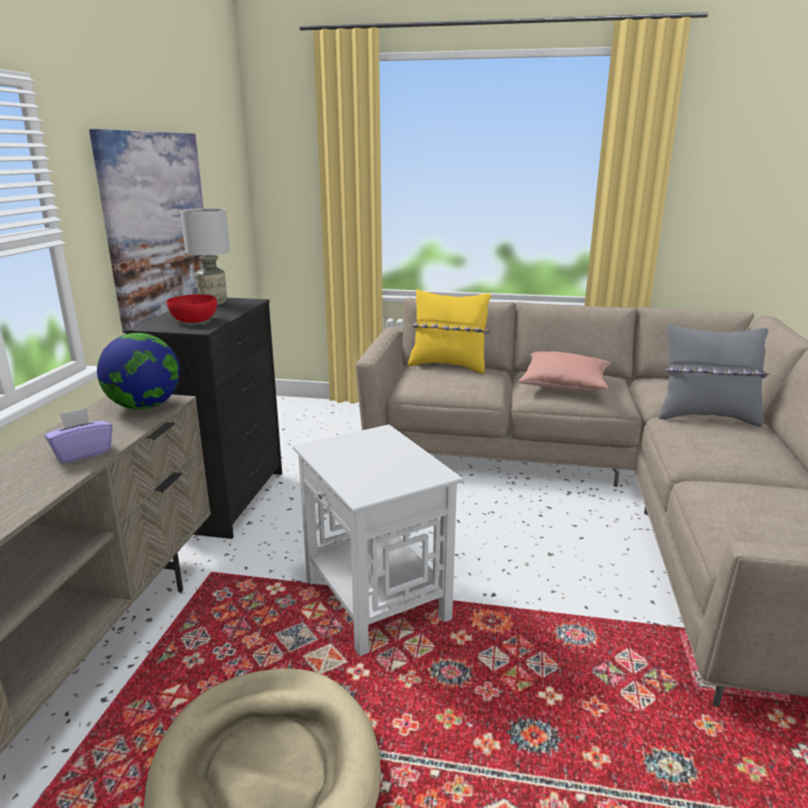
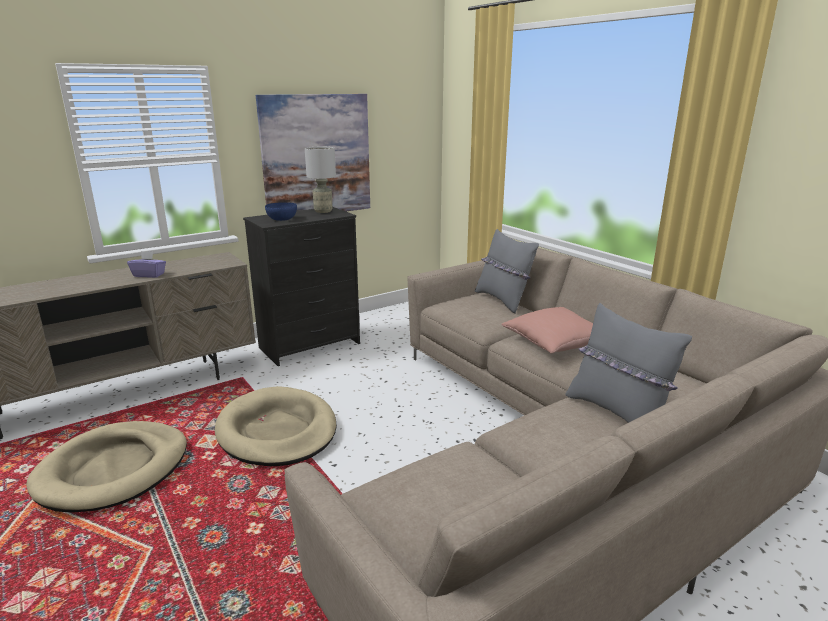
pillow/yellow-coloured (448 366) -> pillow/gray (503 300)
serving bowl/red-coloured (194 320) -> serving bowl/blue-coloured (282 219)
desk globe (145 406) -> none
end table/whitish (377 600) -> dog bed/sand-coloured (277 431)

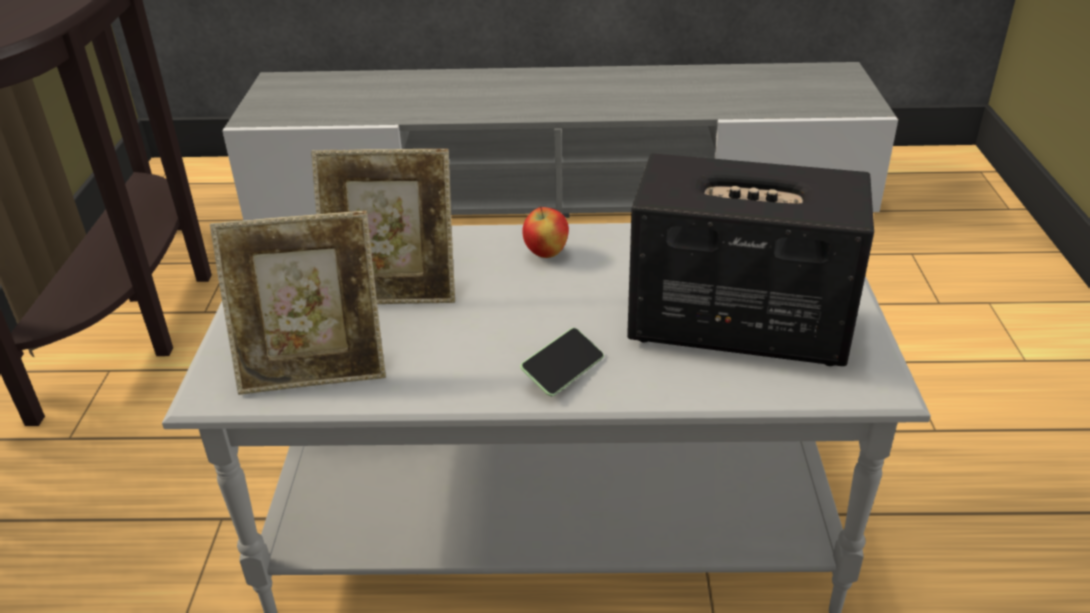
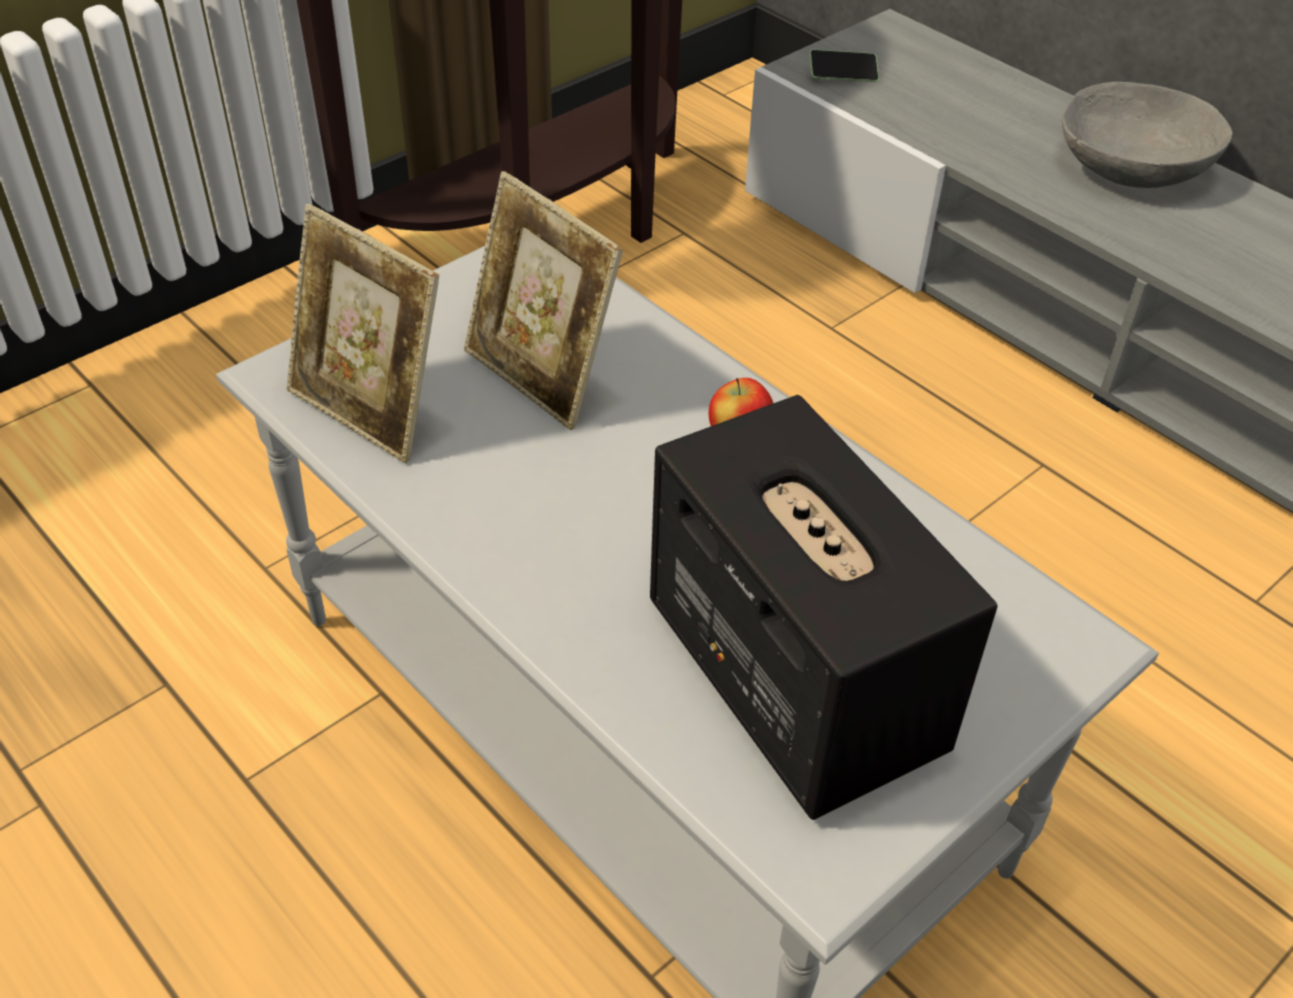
handset (563 372) -> handset (842 75), move
none -> serving bowl/gray (1133 167)

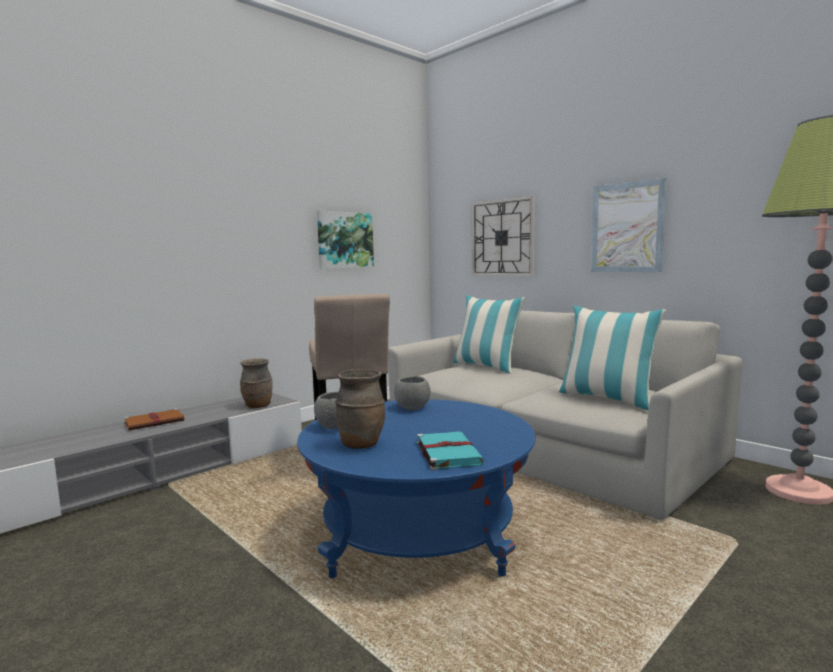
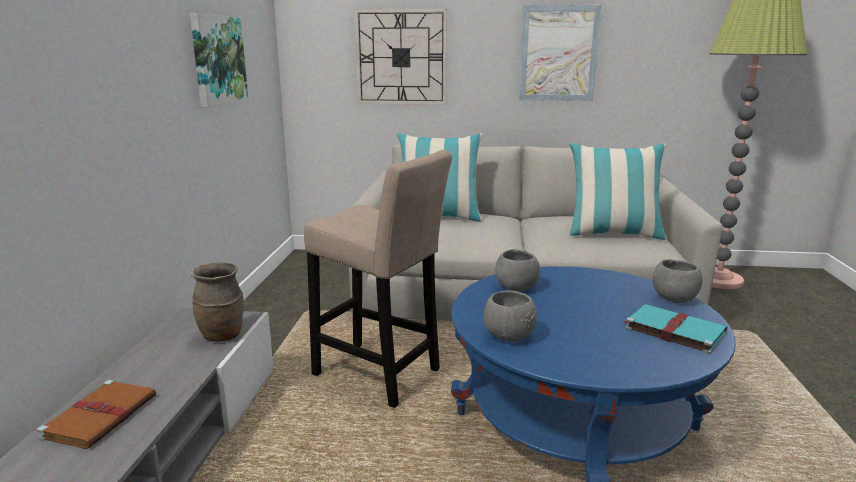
decorative vase/brownish (361 444) -> none
none -> serving bowl/gray (674 299)

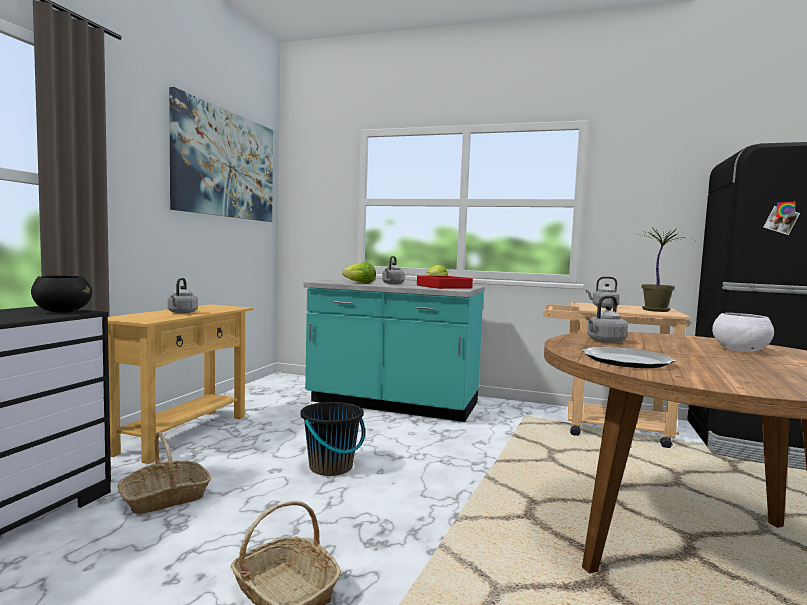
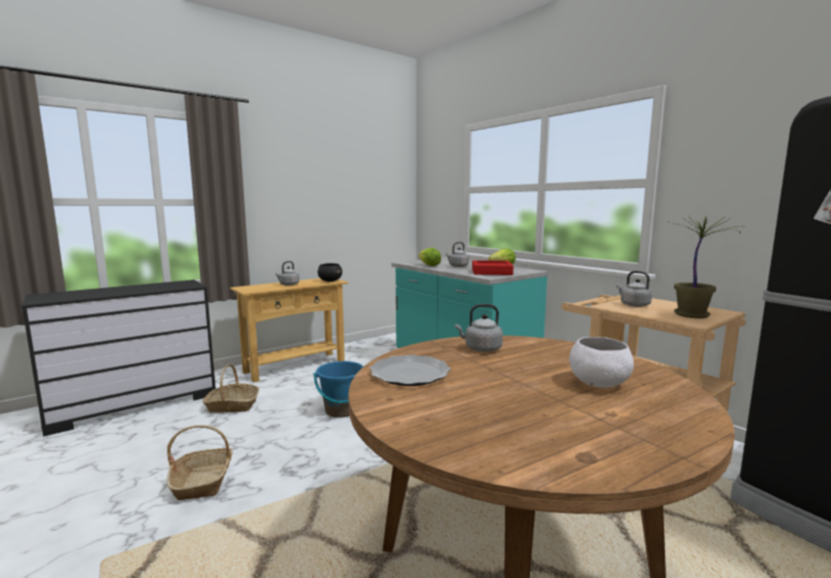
picture (226 164) -> none
serving bowl/blackish (62 311) -> serving bowl/blackish (330 281), move
bucket/blackish (331 467) -> bucket/blue-coloured (341 410)

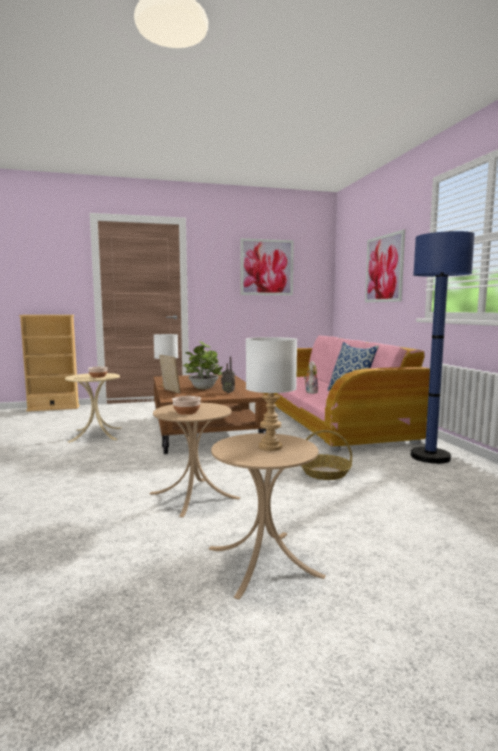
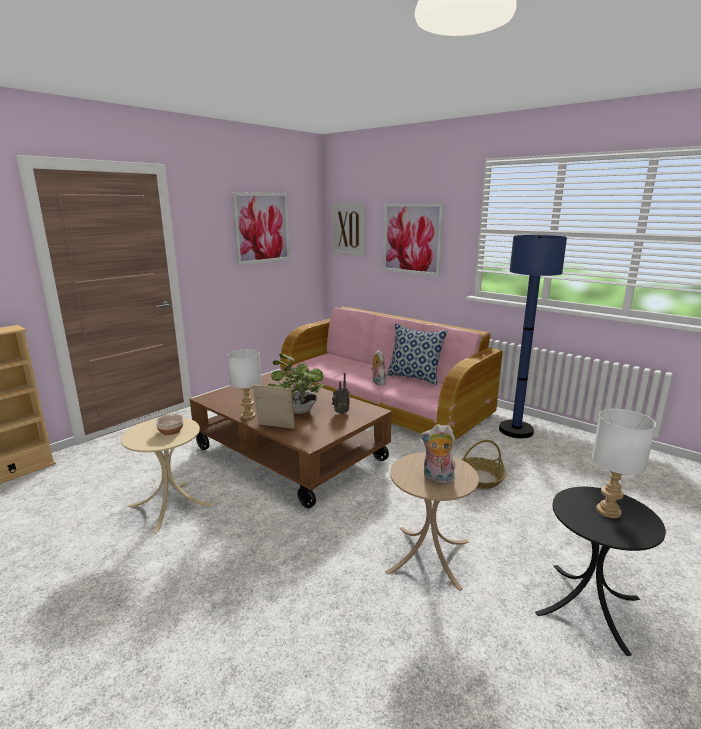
serving bowl (187 412) -> soft toy (437 479)
end table/sand-coloured (264 561) -> end table/blackish (588 605)
none -> picture (349 229)

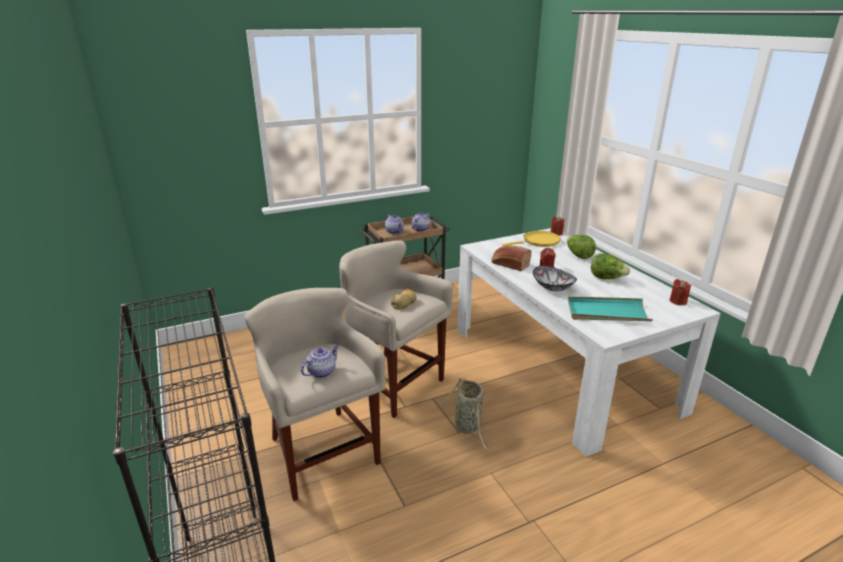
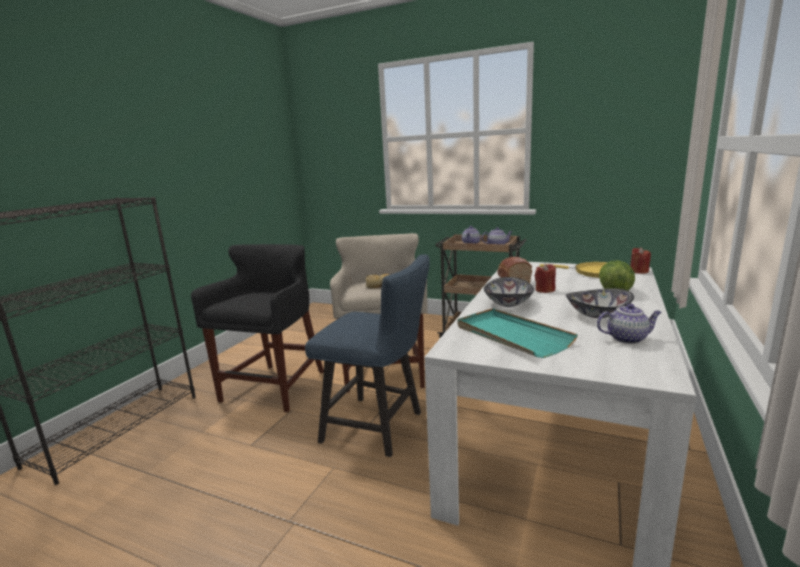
lettuce (607 278) -> serving bowl (597 314)
wax light/red-coloured (678 301) -> none
stool seat/sand-coloured (322 453) -> stool seat/blackish (274 387)
tea pot (322 372) -> tea pot (627 338), move
basket (468 427) -> chair/blue-coloured (379 427)

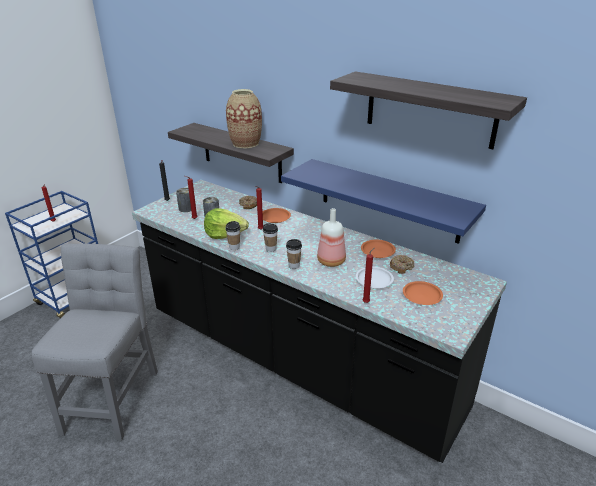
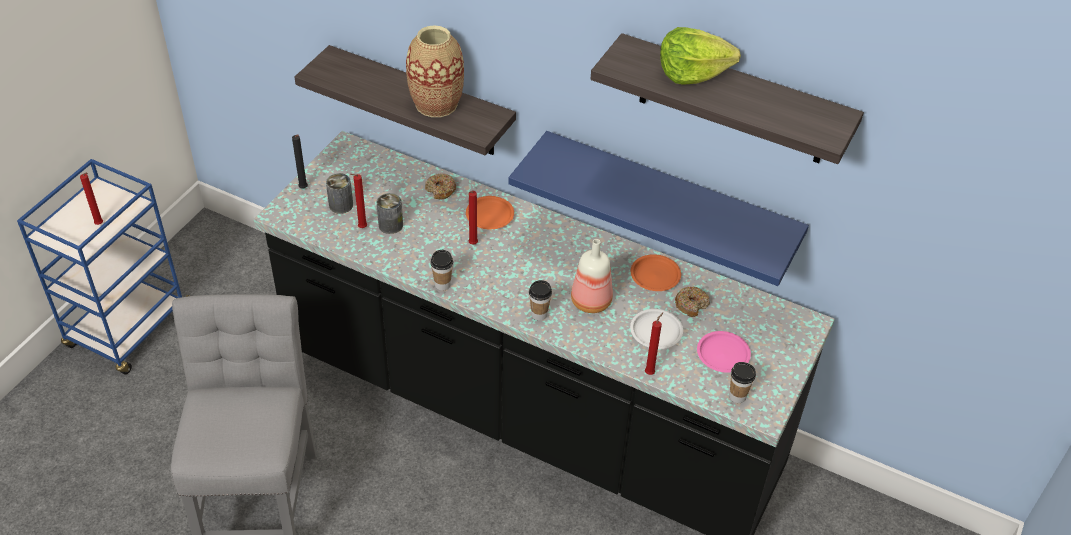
lettuce (225 234) -> lettuce (692 72), move
drinking cup (271 249) -> drinking cup (737 396), move
flat dish/orange-coloured (422 296) -> flat dish/pinkish (722 355)

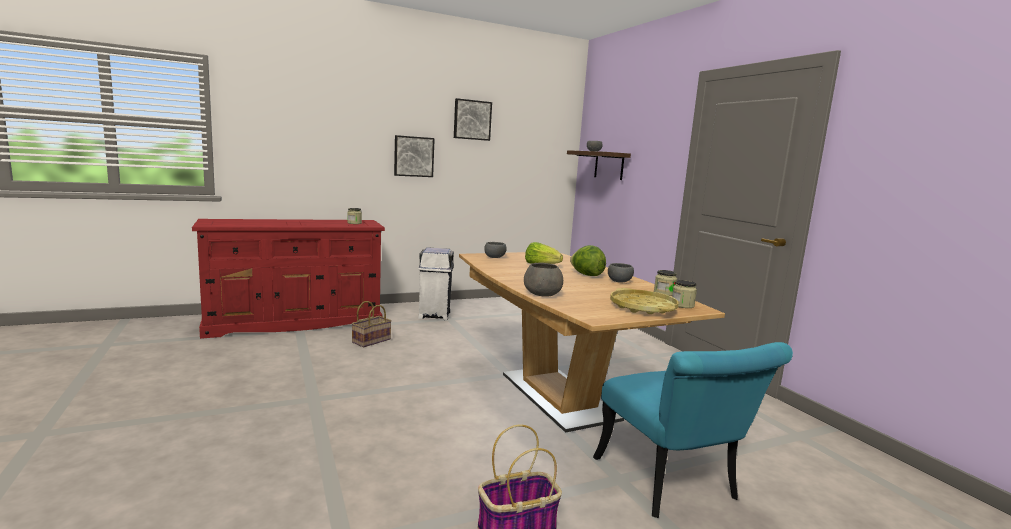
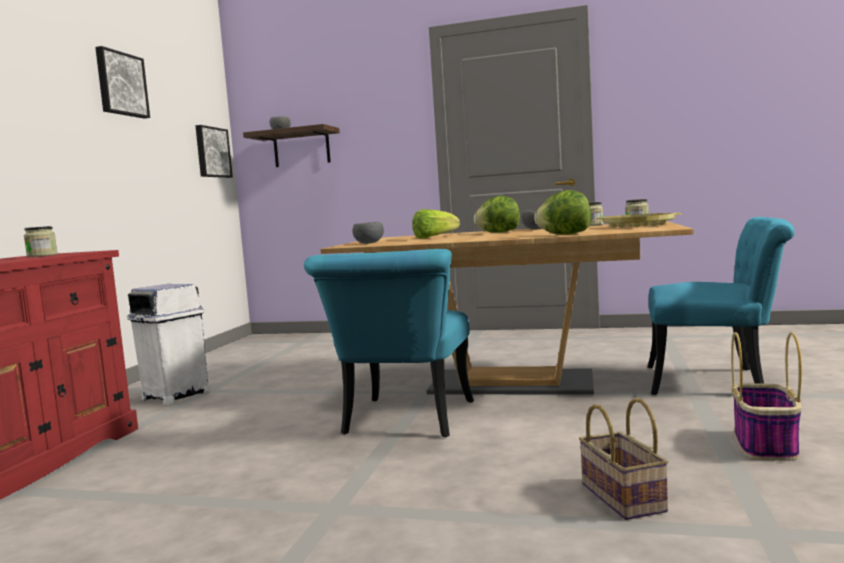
picture (413 156) -> picture (212 152), move
serving bowl/gray (542 294) -> lettuce (564 234)
basket (371 340) -> basket (619 497), move
none -> chair/blue-green (404 423)

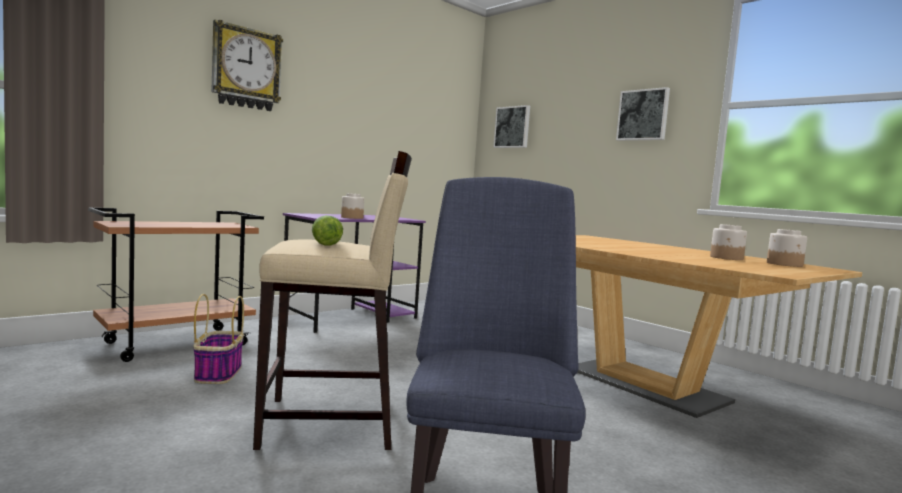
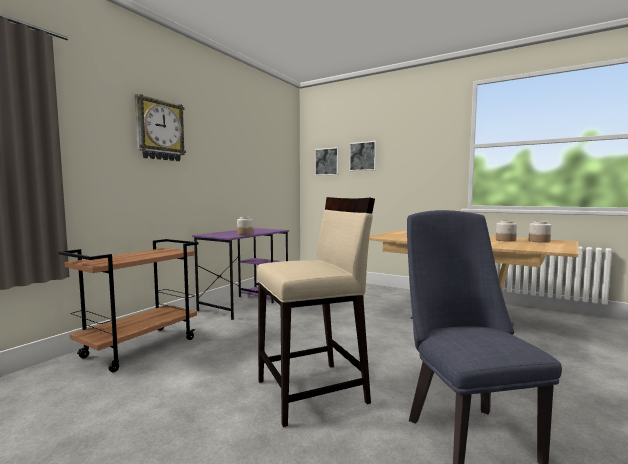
picture (643 115) -> picture (363 156), move
lettuce (325 243) -> none
basket (218 373) -> none

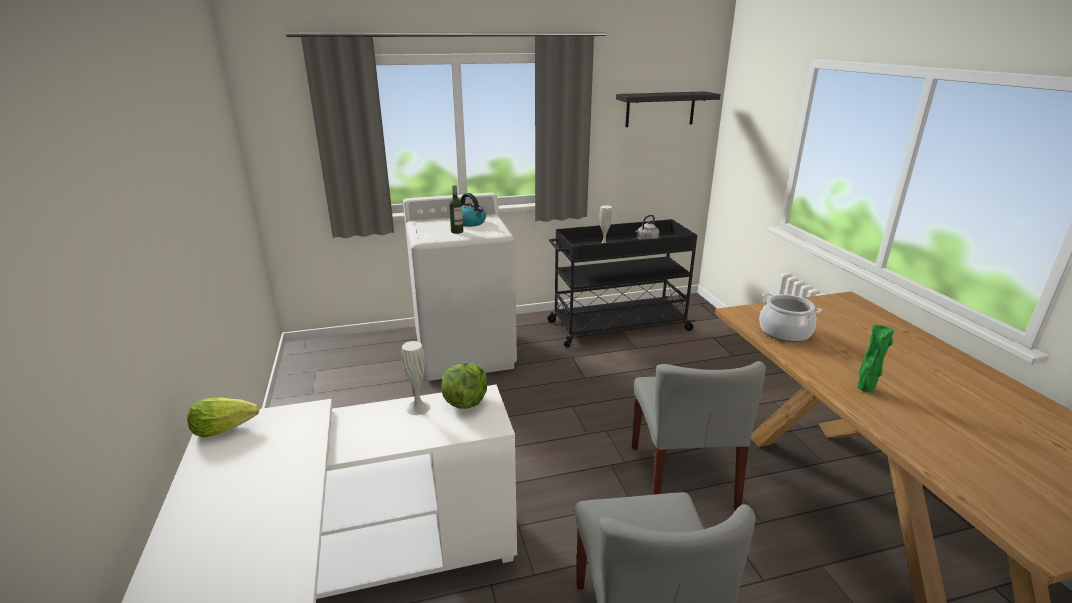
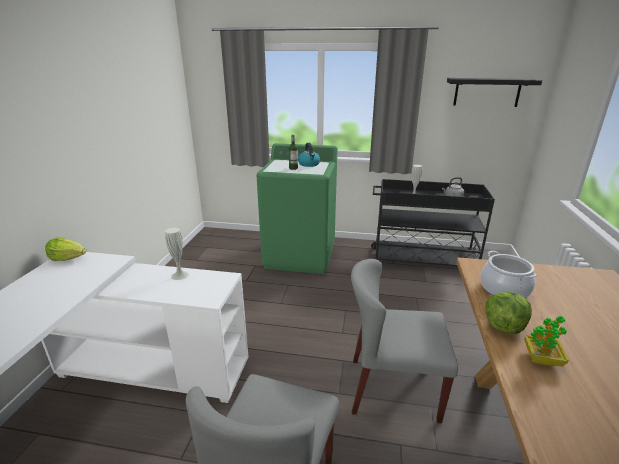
washing machine/whitish (465 352) -> washing machine/greenish (300 256)
decorative vase/greenish (865 388) -> houseplant (541 359)
chair/gray (682 477) -> chair/gray (392 389), 75 degrees clockwise
lettuce (465 401) -> lettuce (503 326), move

